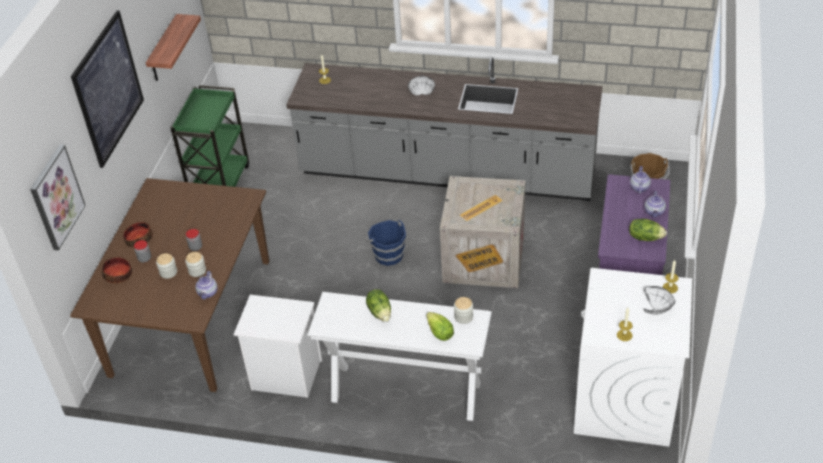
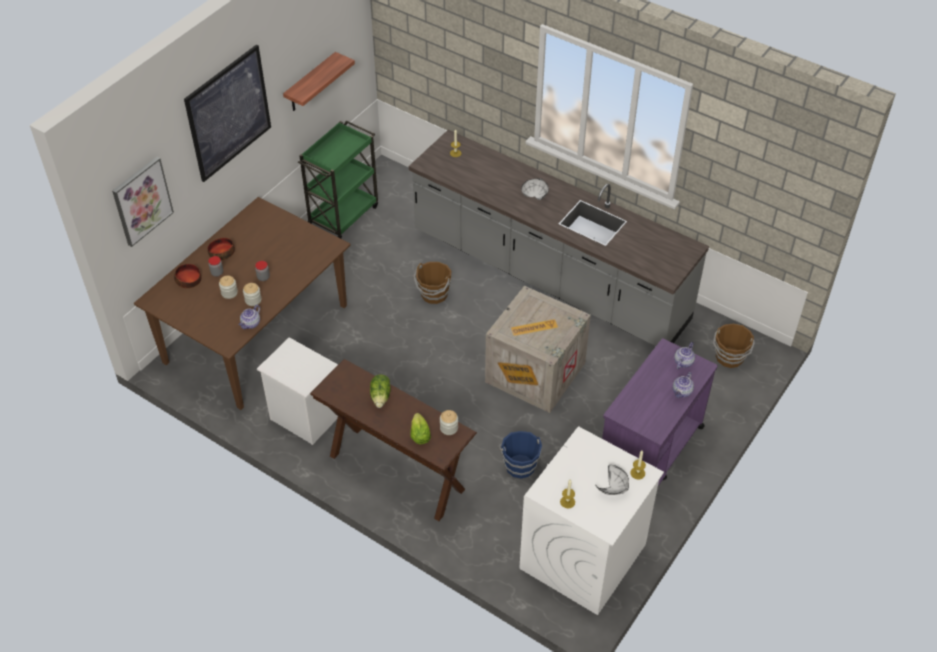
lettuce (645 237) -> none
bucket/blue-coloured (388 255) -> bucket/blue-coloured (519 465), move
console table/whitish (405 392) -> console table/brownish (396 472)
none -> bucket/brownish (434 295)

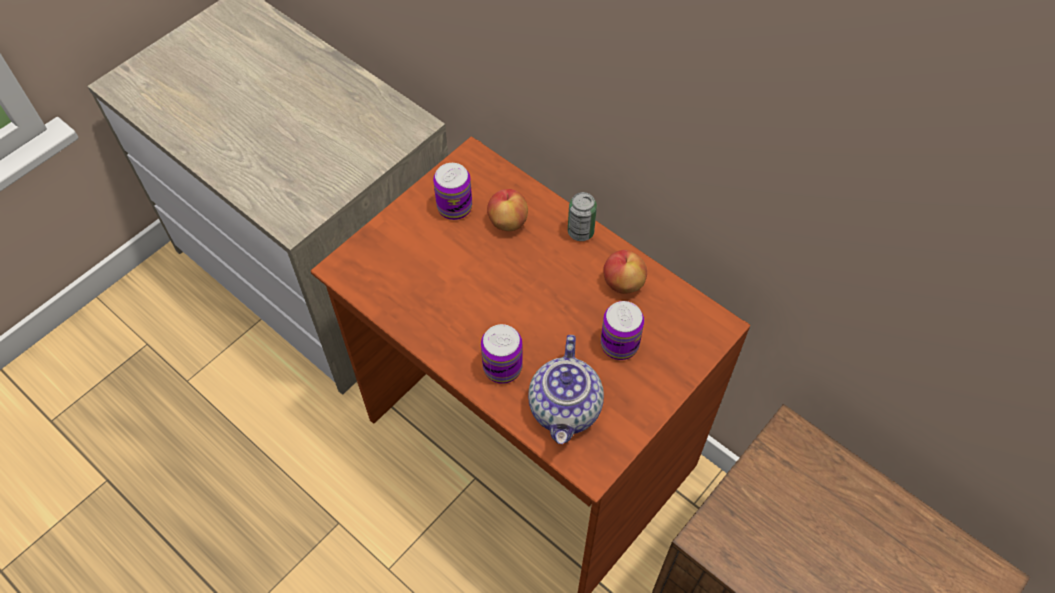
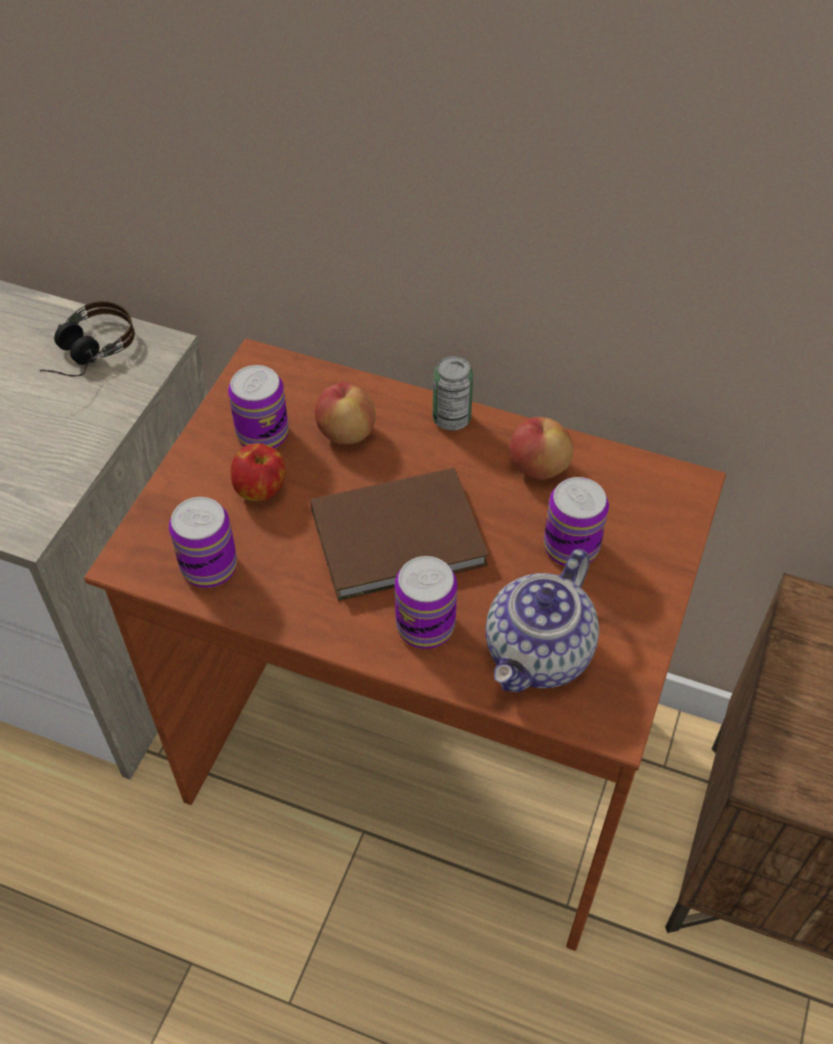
tea pot (566 409) -> tea pot (539 654), 45 degrees clockwise
none -> headset (85 355)
none -> whole apple (261 490)
none -> volume/brownish (403 539)
none -> sealed can (209 567)

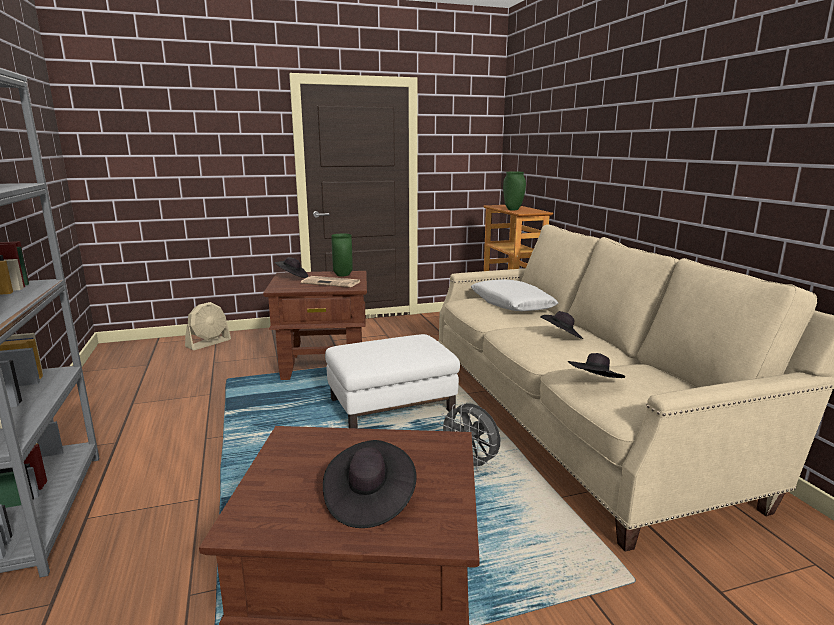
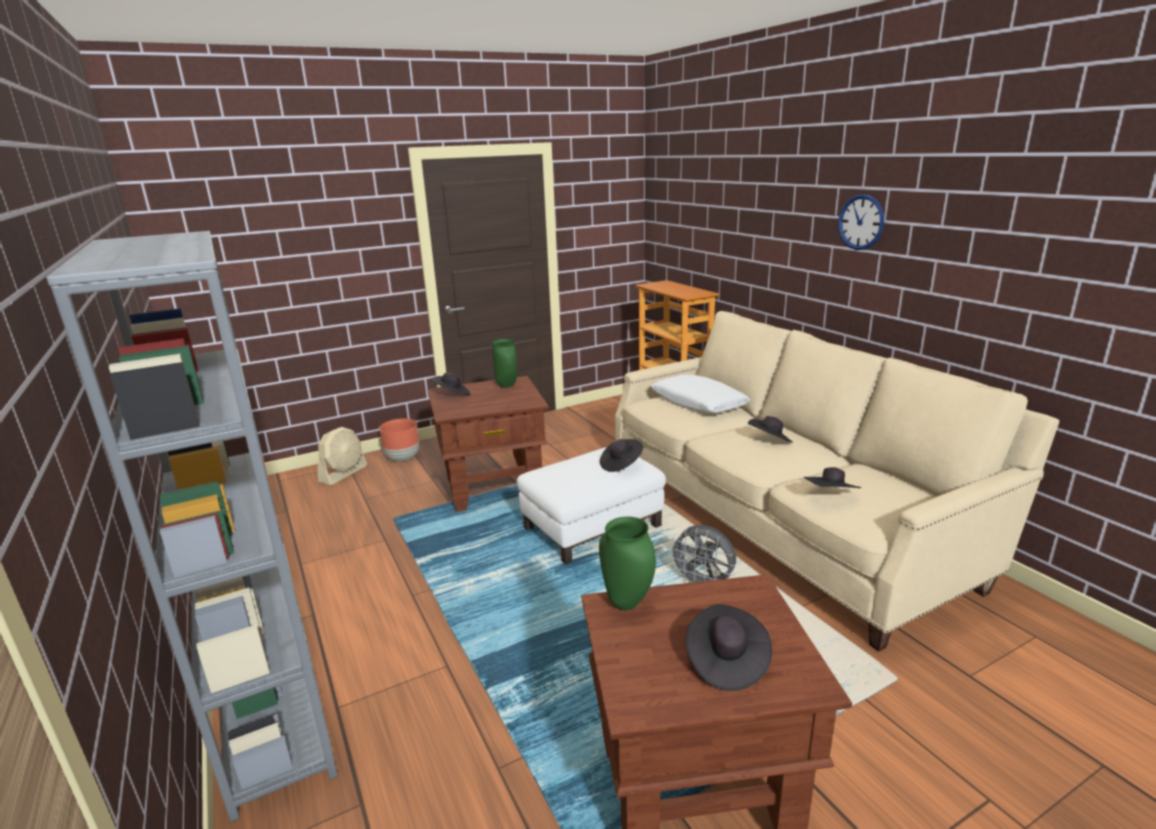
decorative vase/greenish (513 209) -> decorative vase/greenish (628 603), move
printed paper (332 282) -> none
none -> wall clock (861 222)
none -> flower pot/brownish (402 458)
none -> hat/blackish (621 464)

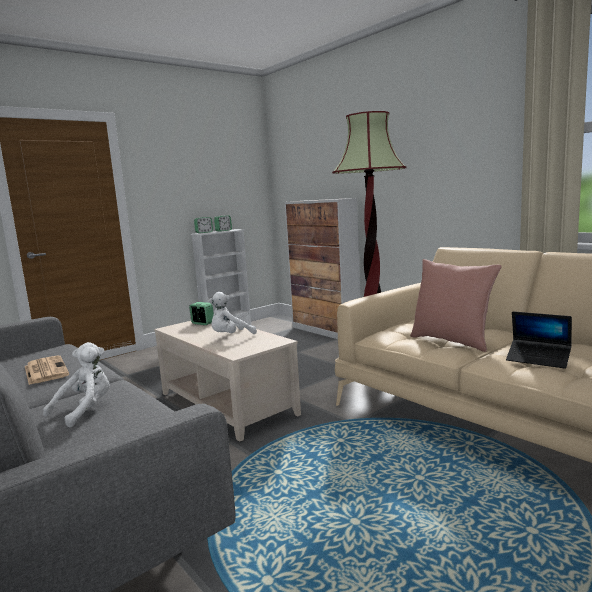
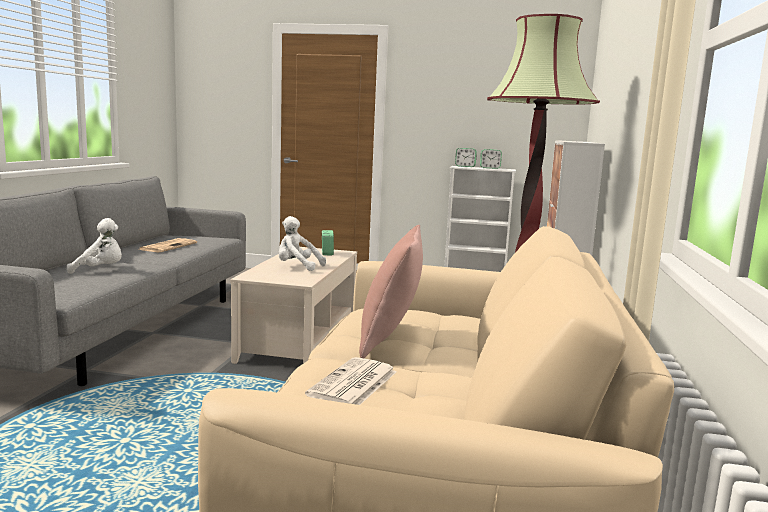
portable computer (538 359) -> printed paper (353 384)

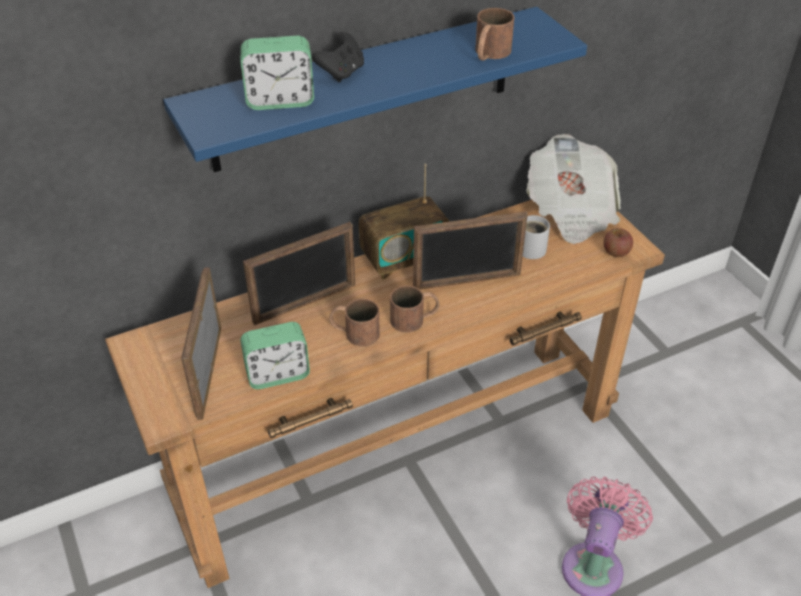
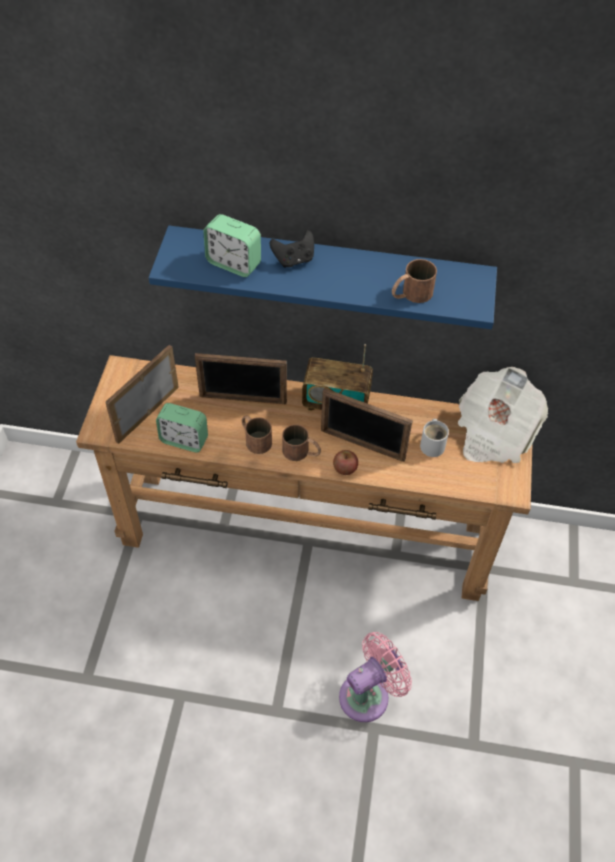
whole apple (616 252) -> whole apple (345 468), move

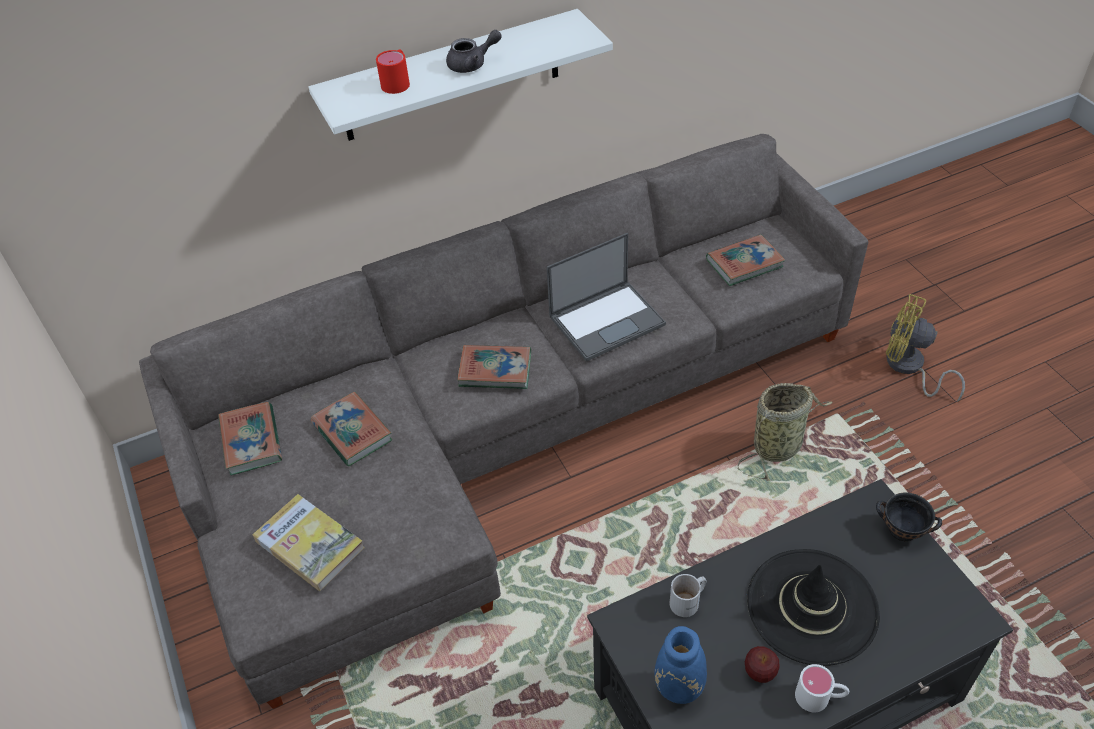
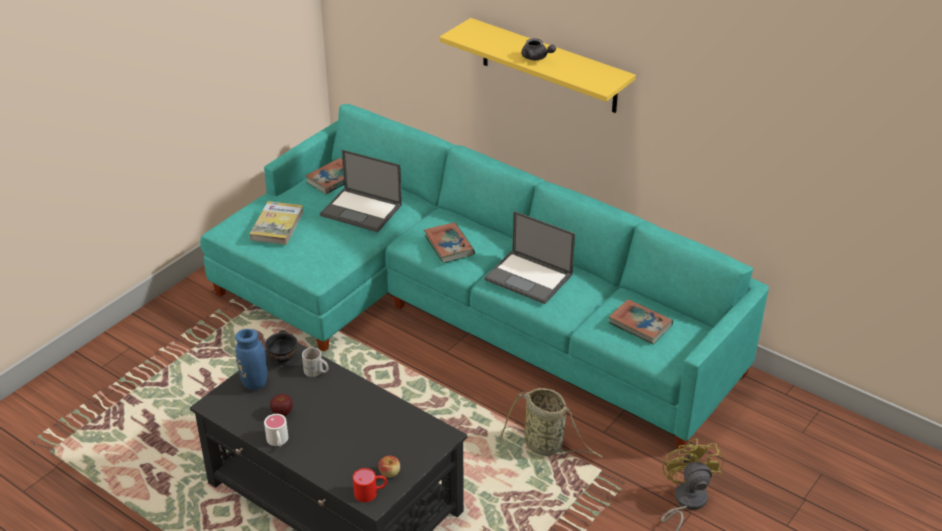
wall shelf/whitish (451 76) -> wall shelf/yellow-coloured (549 66)
mug/red-coloured (398 81) -> mug/red-coloured (371 492), move
settee/gray (500 430) -> settee/blue-green (463 307)
volume (352 432) -> portable computer (362 210)
serving bowl/blackish (901 529) -> serving bowl/blackish (283 358), move
hat/blackish (812 607) -> none
none -> whole apple (390 473)

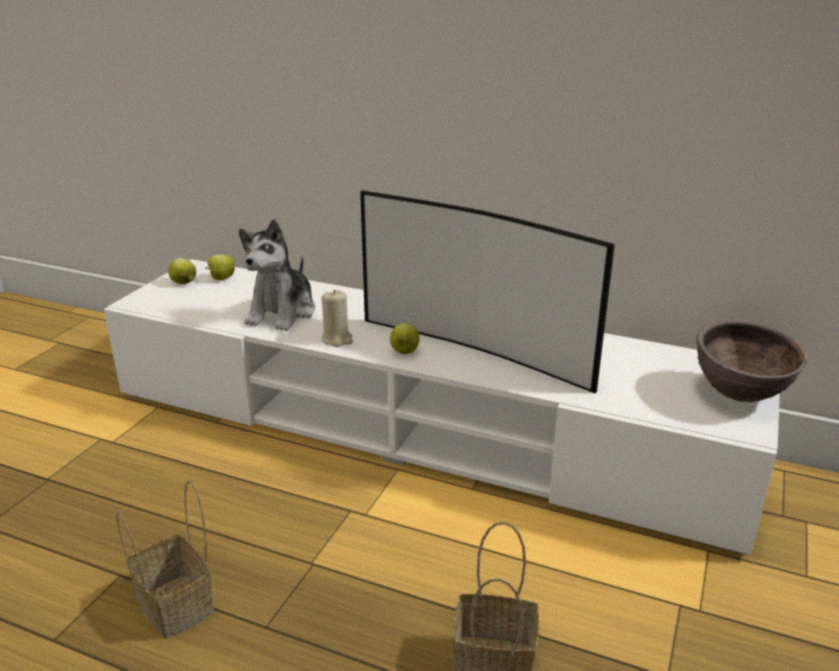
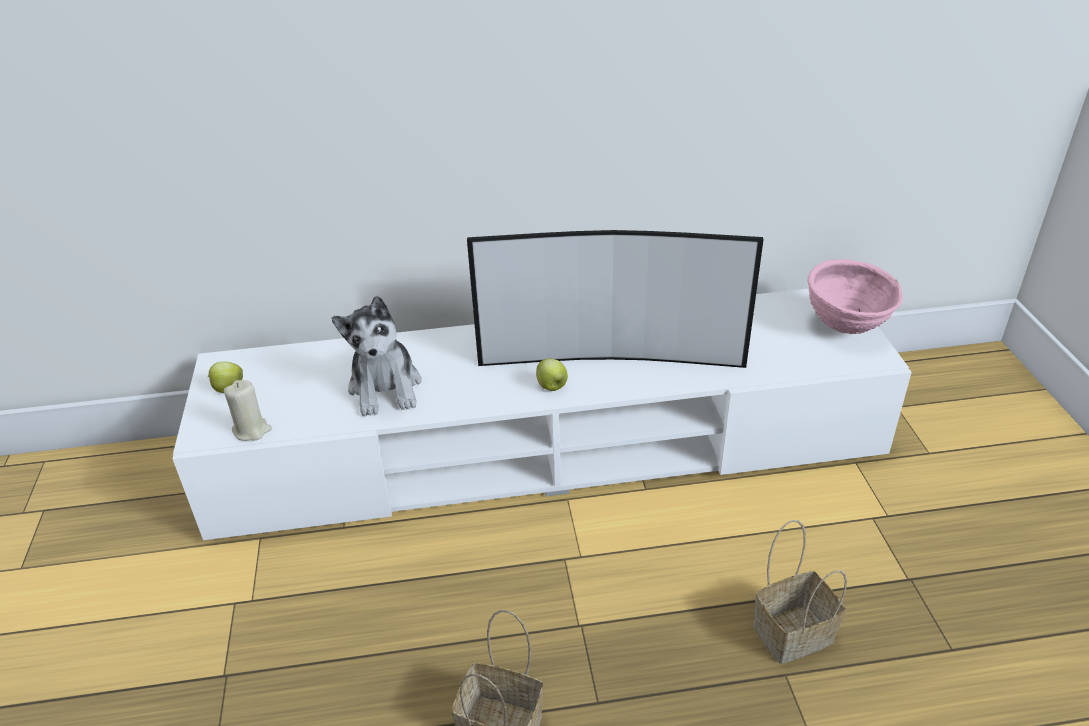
whole apple (221 278) -> none
wax light/sand-coloured (337 339) -> wax light/sand-coloured (252 430), move
serving bowl/brownish (739 396) -> serving bowl/pinkish (846 328)

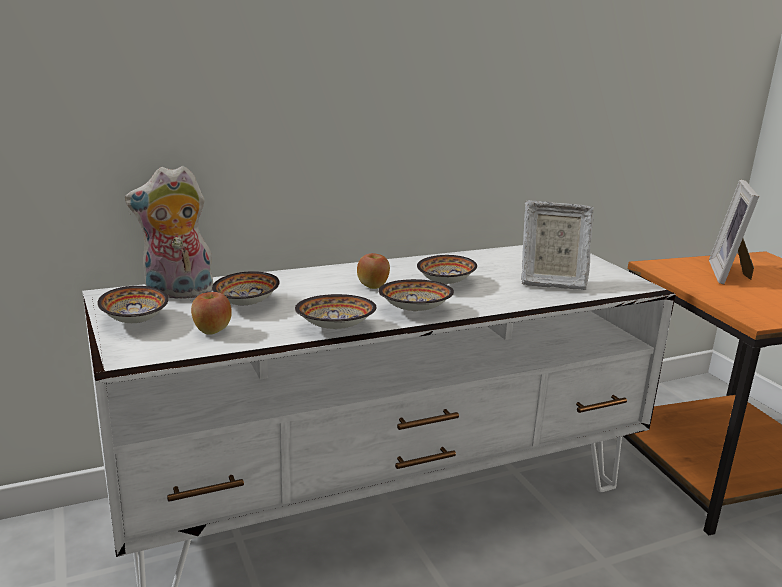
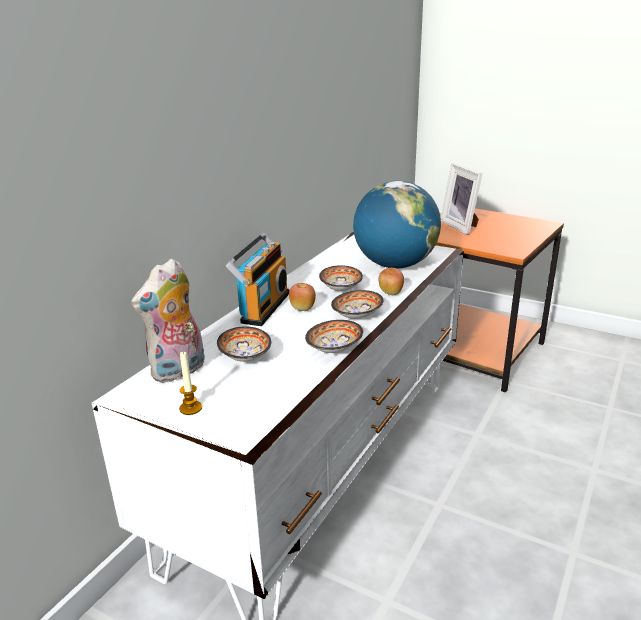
picture frame (551 282) -> desk globe (395 265)
serving bowl (133 321) -> wax light (190 408)
whole apple (211 331) -> whole apple (390 293), move
none -> radio receiver (262 307)

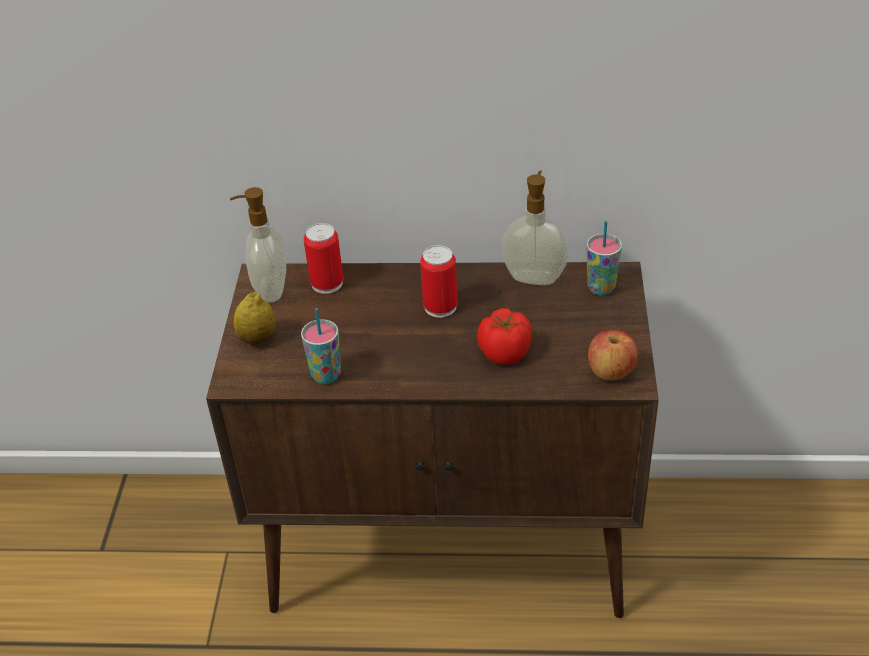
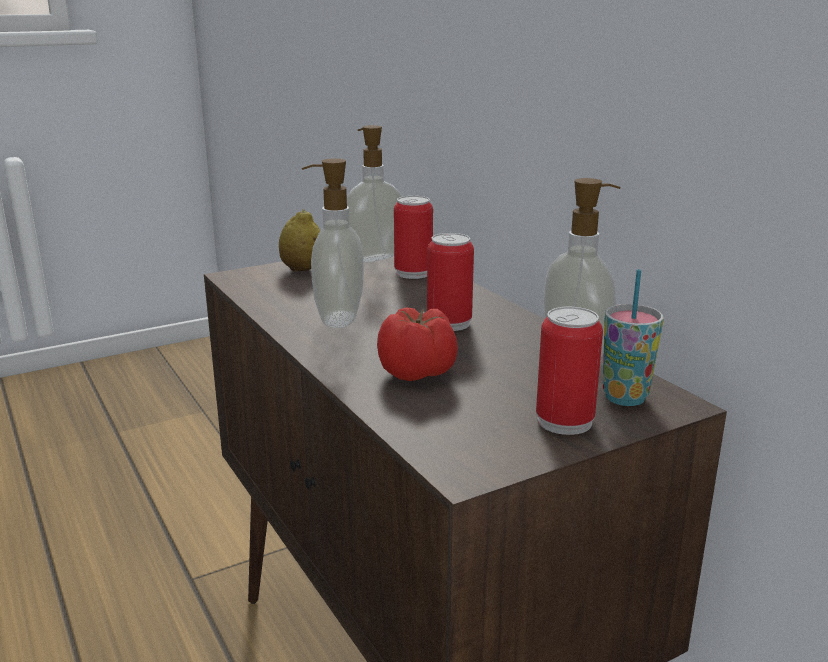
drinking cup (326 375) -> none
whole apple (611 372) -> none
none -> soap bottle (336 319)
none -> sealed can (564 421)

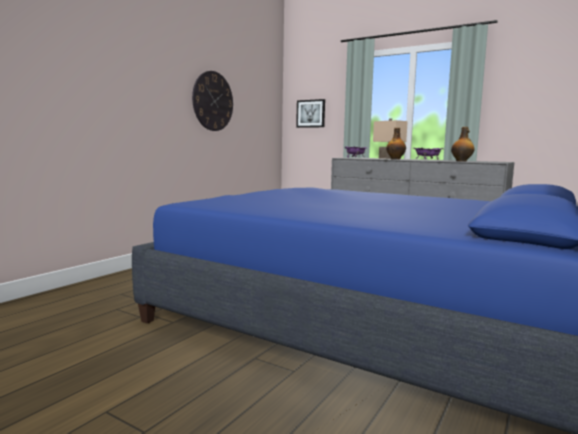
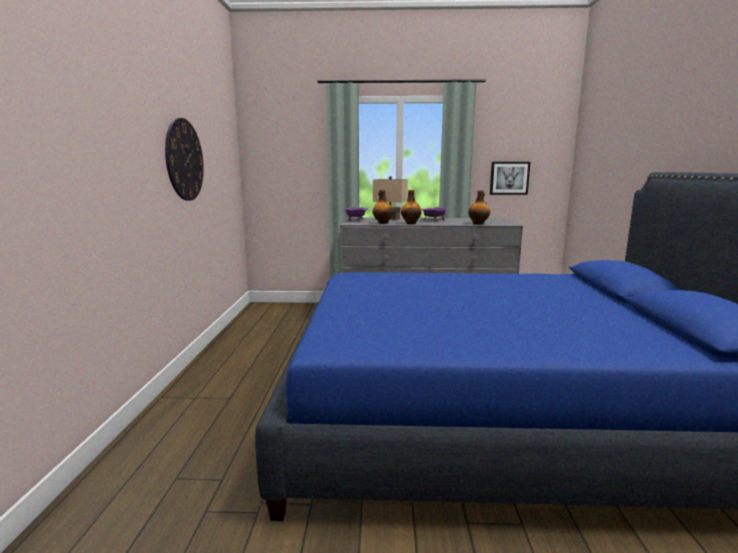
picture (311 113) -> picture (509 178), move
none -> drink bottle (382 223)

